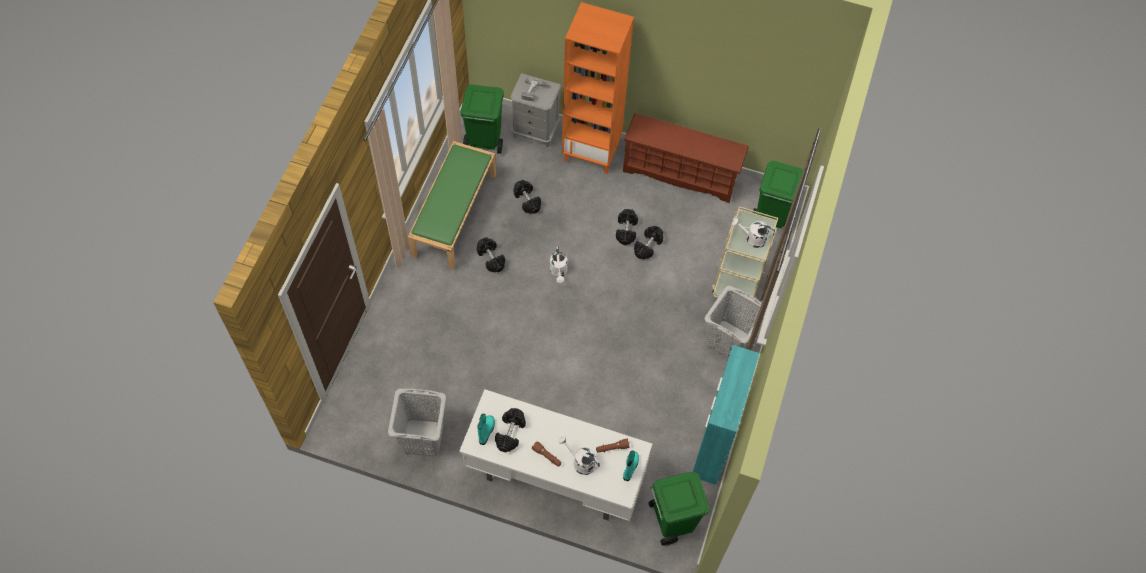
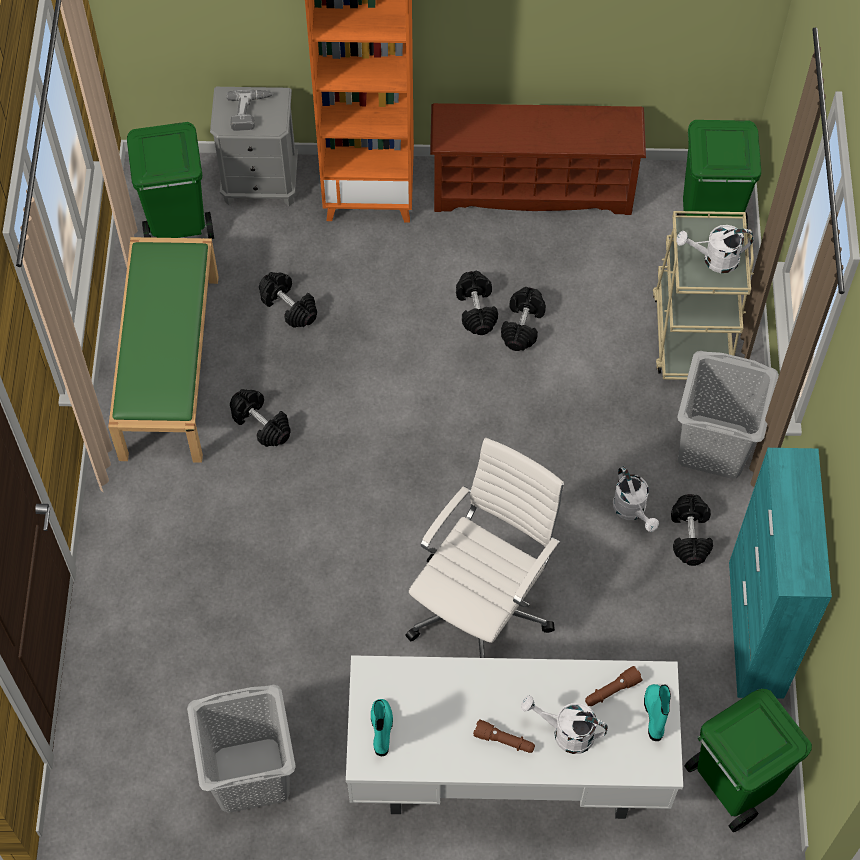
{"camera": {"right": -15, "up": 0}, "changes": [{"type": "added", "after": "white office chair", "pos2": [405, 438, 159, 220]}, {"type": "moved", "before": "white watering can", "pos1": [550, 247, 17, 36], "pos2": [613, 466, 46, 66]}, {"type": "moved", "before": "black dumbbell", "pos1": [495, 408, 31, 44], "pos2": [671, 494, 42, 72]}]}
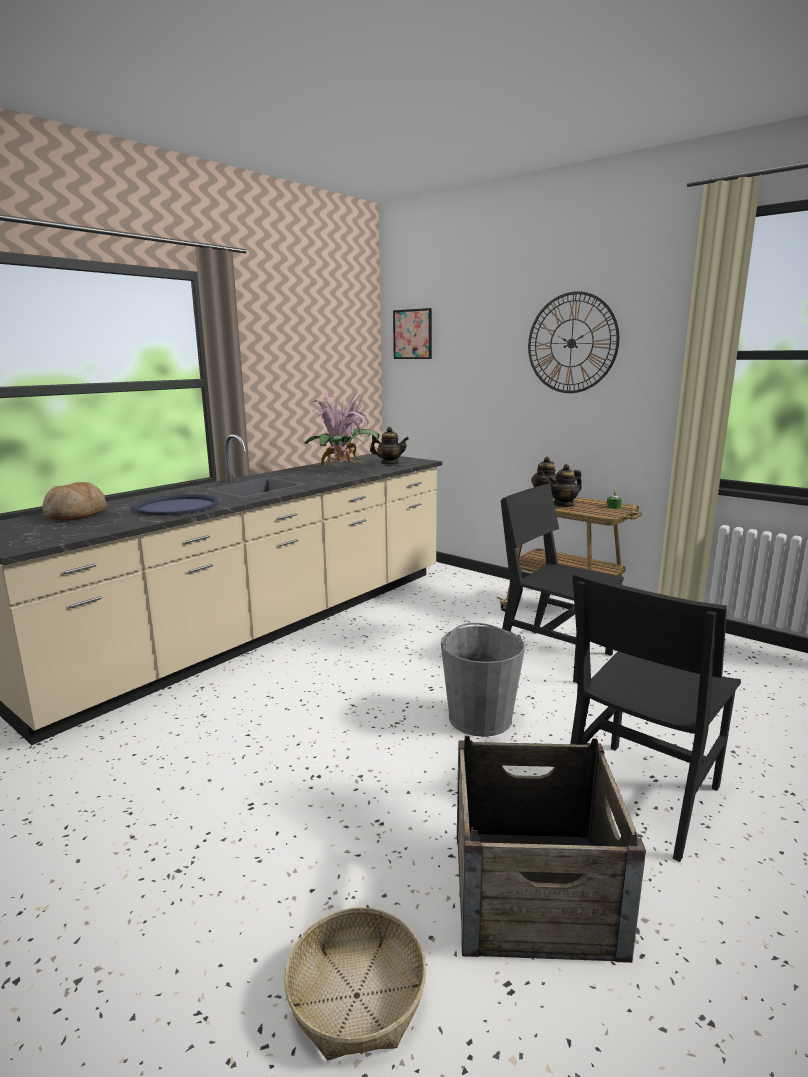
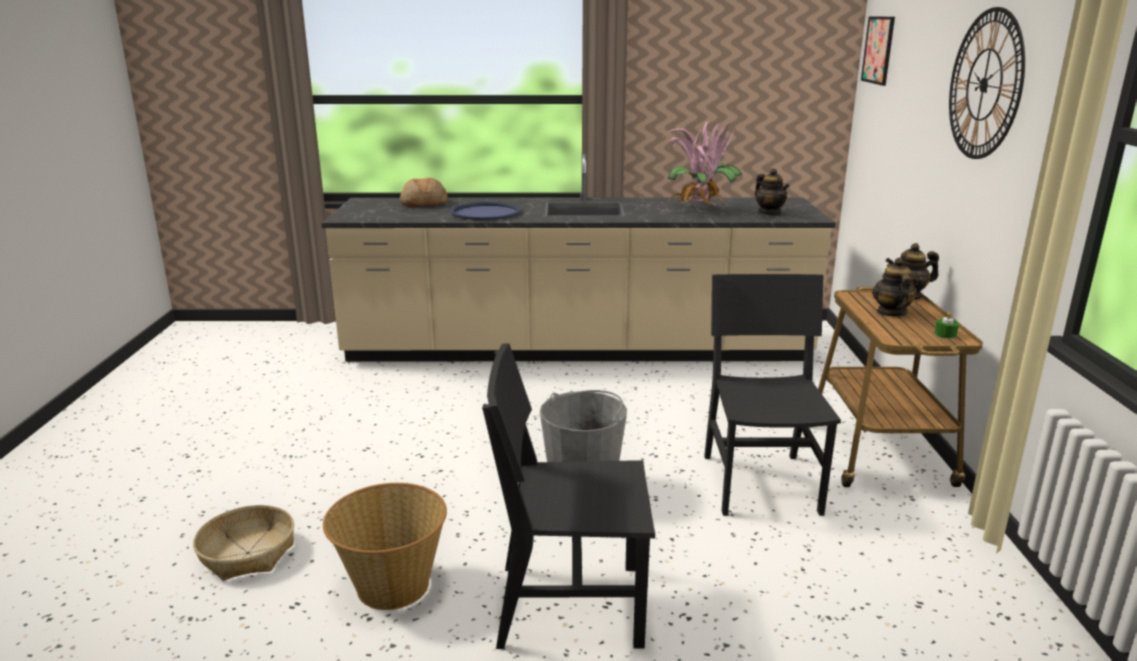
{"camera": {"right": 50, "up": 5}, "changes": [{"type": "replaced", "before": "crate", "after": "basket", "pos1": [457, 736, 189, 227], "pos2": [323, 483, 124, 127]}, {"type": "turned", "before": "teapot", "pos1": [548, 464, 34, 43], "pos2": [872, 257, 45, 60], "turn": 75}]}
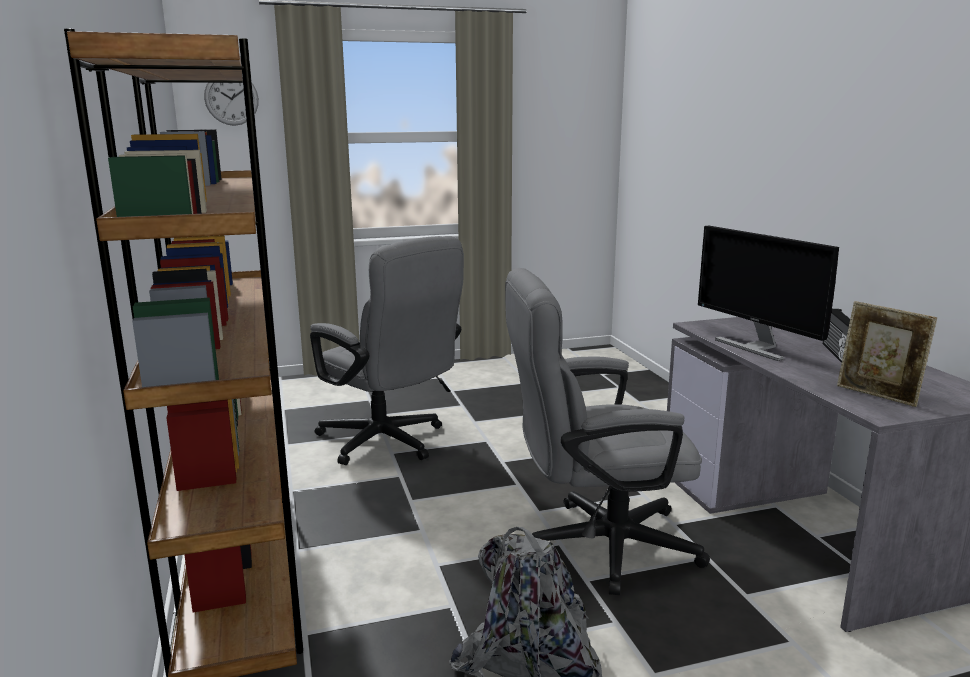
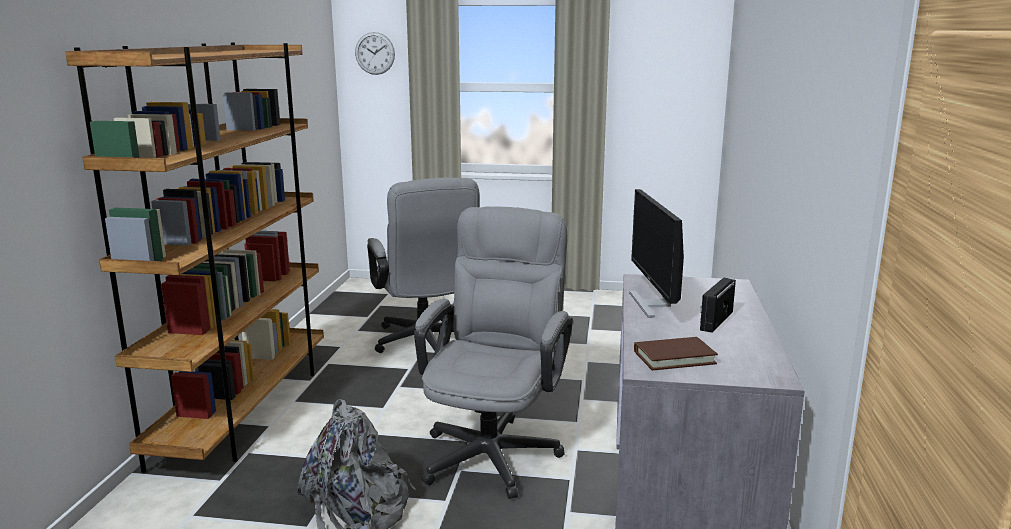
{"camera": {"right": 25, "up": 0}, "changes": [{"type": "turned", "before": "grey office chair", "pos1": [505, 268, 205, 327], "pos2": [414, 207, 159, 292], "turn": 90}, {"type": "replaced", "before": "picture frame", "after": "brown book", "pos1": [837, 301, 100, 106], "pos2": [634, 337, 84, 33]}]}
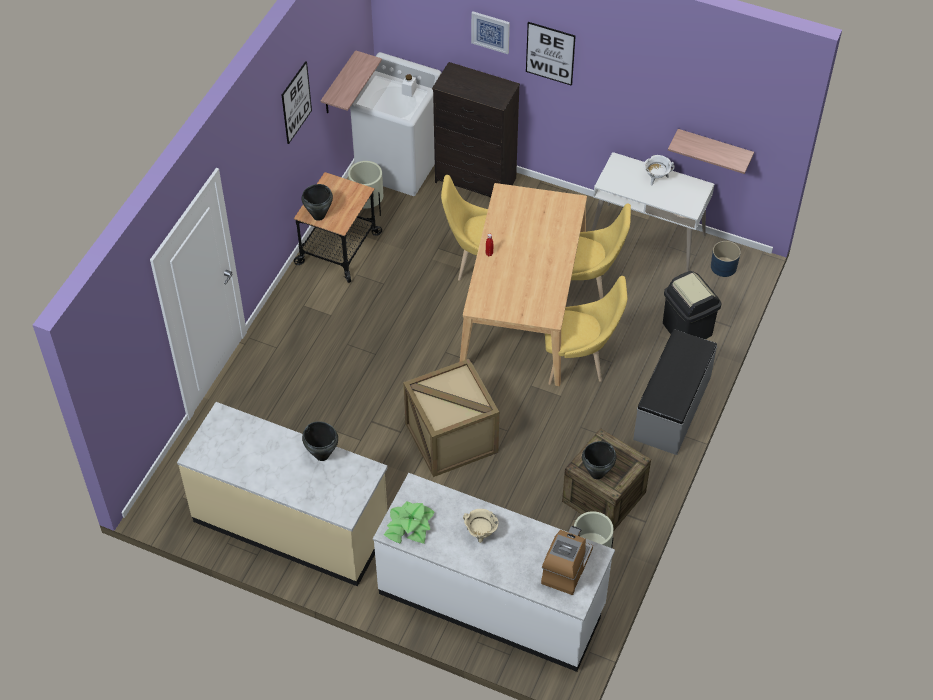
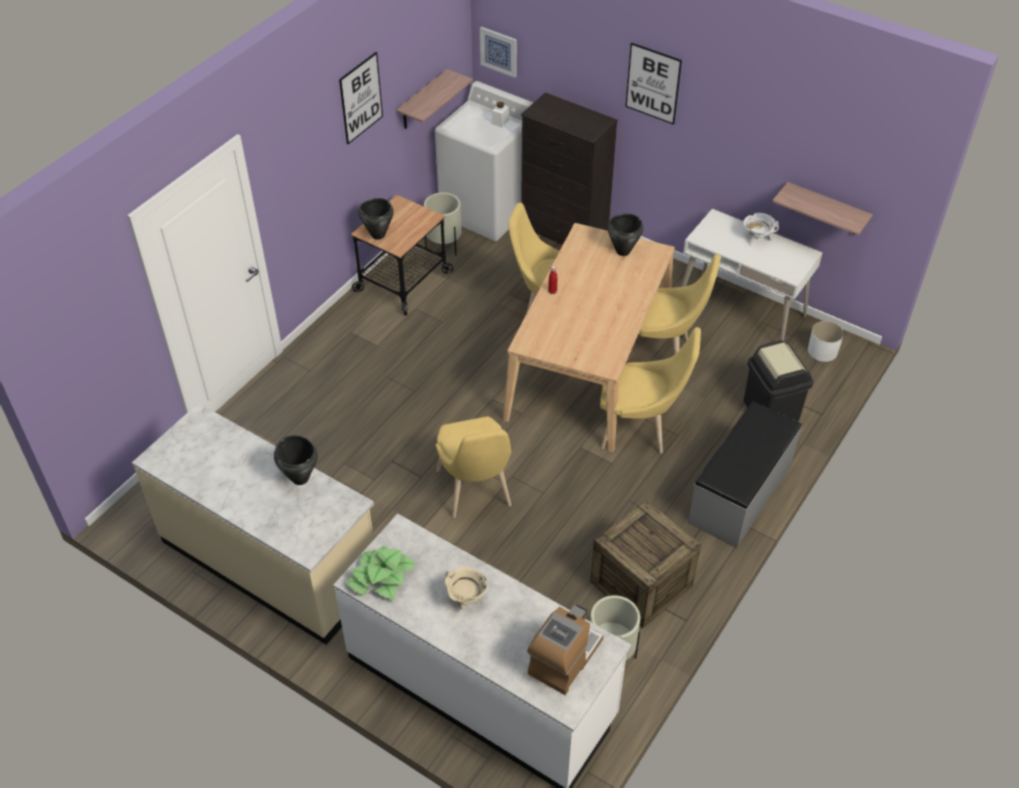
{"camera": {"right": 10, "up": -5}, "changes": [{"type": "replaced", "before": "crate", "after": "yellow chair", "pos1": [403, 359, 96, 118], "pos2": [436, 416, 75, 102]}, {"type": "moved", "before": "picture", "pos1": [471, 11, 39, 43], "pos2": [480, 27, 37, 51]}, {"type": "moved", "before": "black cooking pot", "pos1": [582, 441, 34, 38], "pos2": [607, 213, 36, 43]}, {"type": "recoloured", "before": "blue planter", "after": "white planter", "pos1": [711, 241, 30, 36], "pos2": [808, 321, 36, 41]}]}
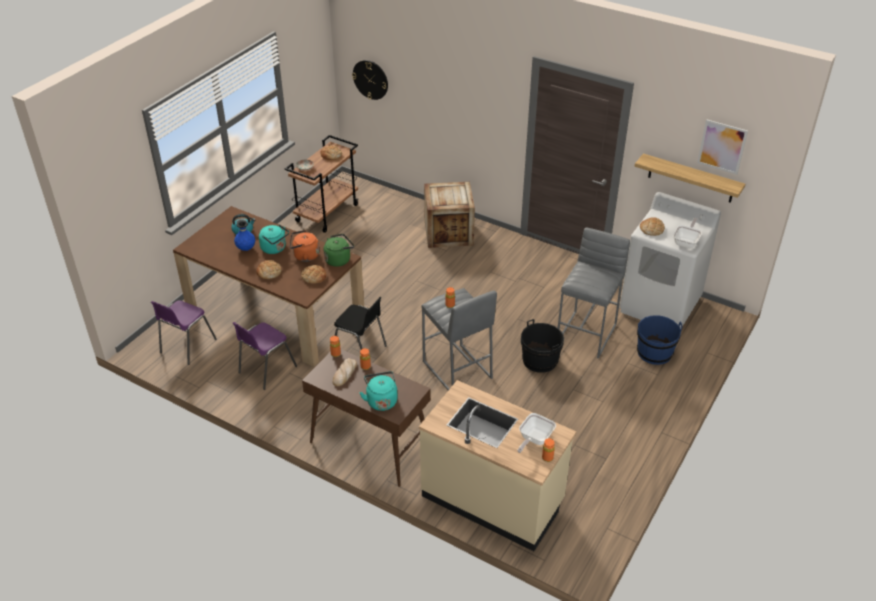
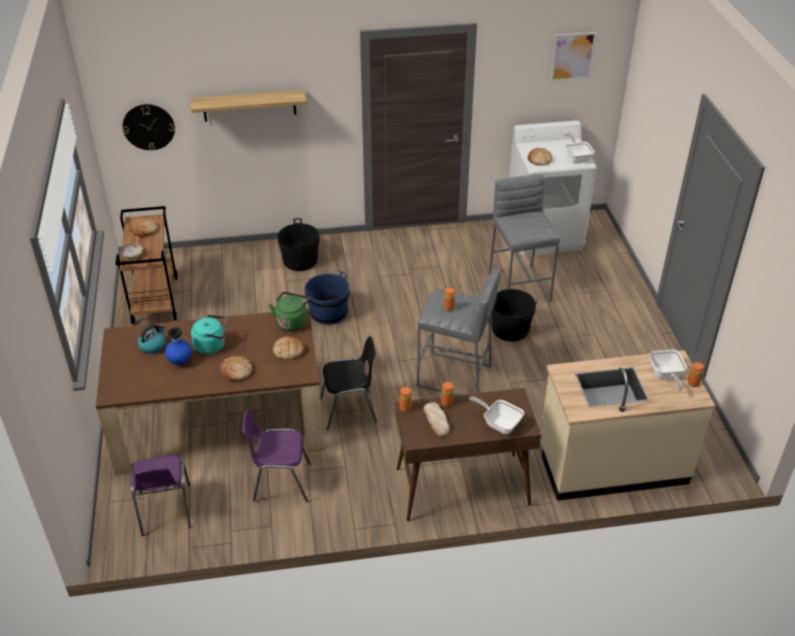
{"camera": {"right": -40, "up": 0}, "changes": [{"type": "moved", "before": "shelf", "pos1": [635, 153, 110, 50], "pos2": [191, 90, 116, 32]}, {"type": "turned", "before": "purple chair", "pos1": [233, 322, 64, 68], "pos2": [242, 411, 69, 91], "turn": 90}, {"type": "replaced", "before": "crate", "after": "black bucket", "pos1": [424, 182, 51, 66], "pos2": [277, 218, 43, 53]}, {"type": "moved", "before": "blue bucket", "pos1": [637, 315, 46, 50], "pos2": [305, 271, 45, 54]}, {"type": "replaced", "before": "turquoise kettle", "after": "frying pan", "pos1": [360, 371, 38, 40], "pos2": [469, 396, 55, 38]}, {"type": "removed", "before": "orange kettle", "pos1": [289, 230, 30, 32]}]}
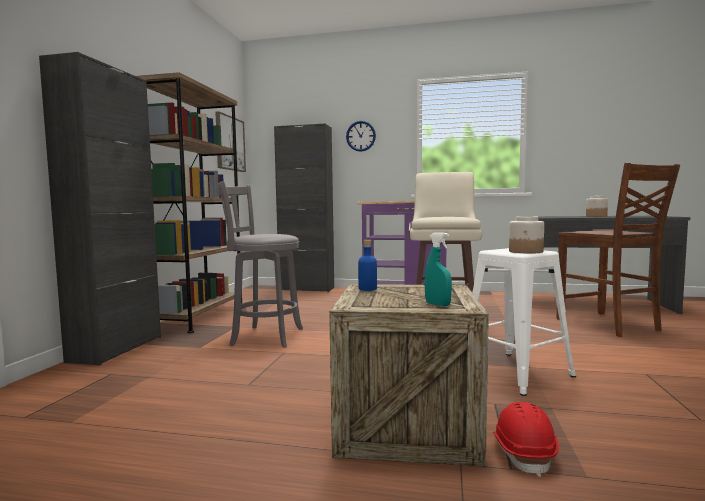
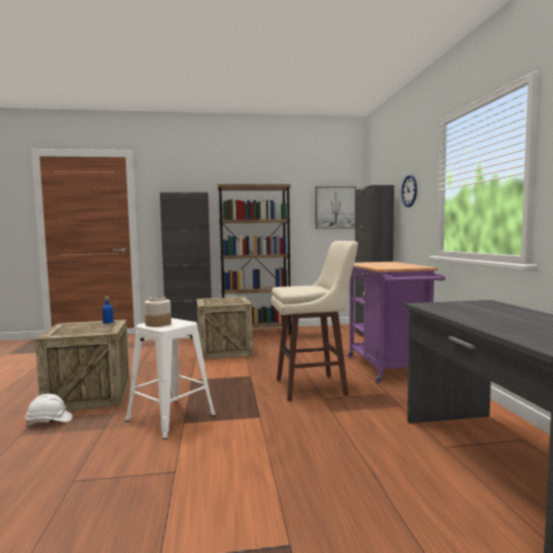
{"camera": {"right": 70, "up": 0}, "changes": [{"type": "recoloured", "before": "red hard hat", "after": "white hard hat", "pos1": [493, 402, 66, 75], "pos2": [25, 394, 47, 32]}, {"type": "replaced", "before": "grey stool", "after": "crate", "pos1": [217, 181, 86, 167], "pos2": [197, 297, 56, 62]}, {"type": "removed", "before": "turquoise spray bottle", "pos1": [424, 232, 28, 74]}, {"type": "removed", "before": "brown chair", "pos1": [556, 163, 124, 174]}, {"type": "removed", "before": "jar", "pos1": [586, 196, 22, 21]}]}
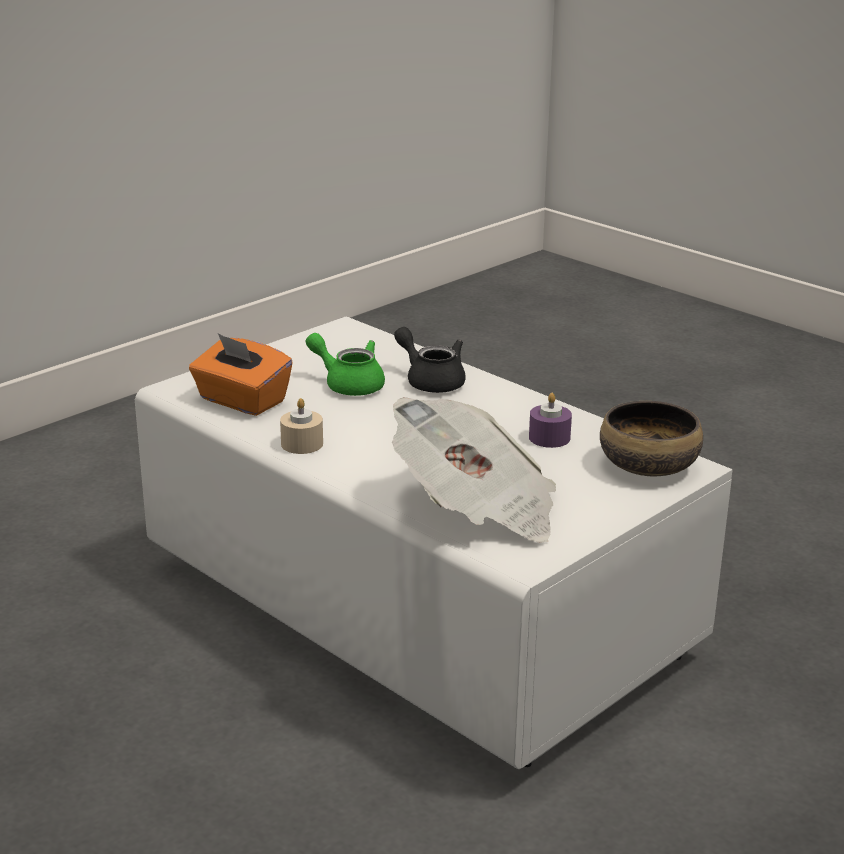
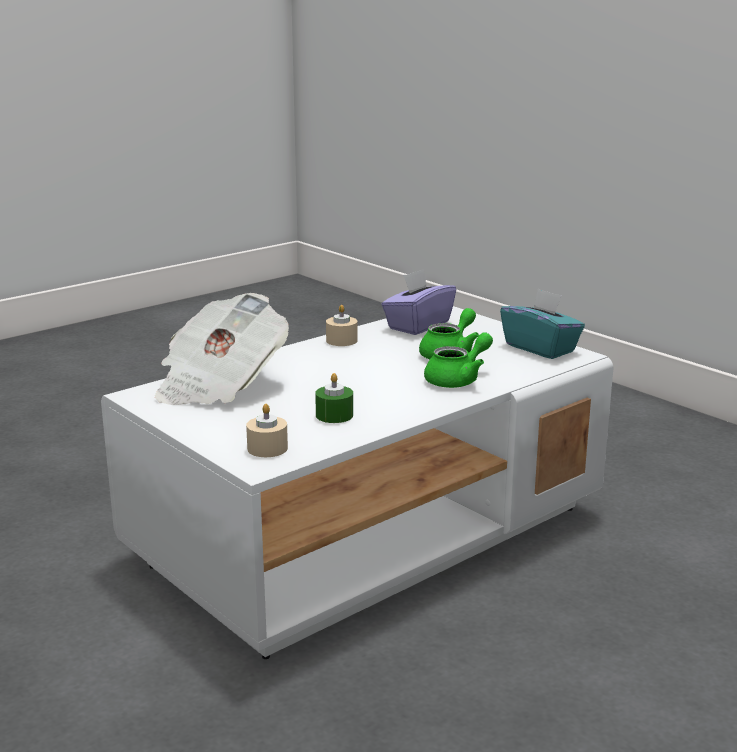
{"camera": {"right": 95, "up": -5}, "changes": [{"type": "replaced", "before": "bowl", "after": "beige candle", "pos1": [600, 401, 103, 75], "pos2": [246, 404, 42, 53]}, {"type": "recoloured", "before": "purple candle", "after": "green candle", "pos1": [529, 393, 43, 55], "pos2": [315, 373, 38, 50]}, {"type": "recoloured", "before": "orange tissue box", "after": "purple tissue box", "pos1": [189, 333, 104, 83], "pos2": [382, 269, 74, 66]}, {"type": "recoloured", "before": "black teapot", "after": "green teapot", "pos1": [394, 327, 72, 66], "pos2": [424, 332, 69, 56]}, {"type": "added", "after": "turquoise tissue box", "pos2": [500, 288, 85, 71]}]}
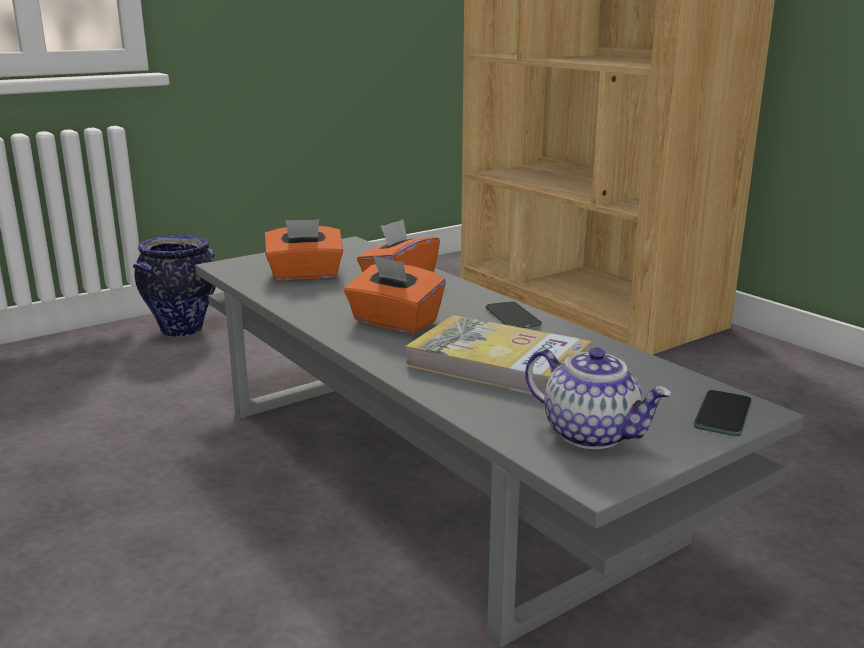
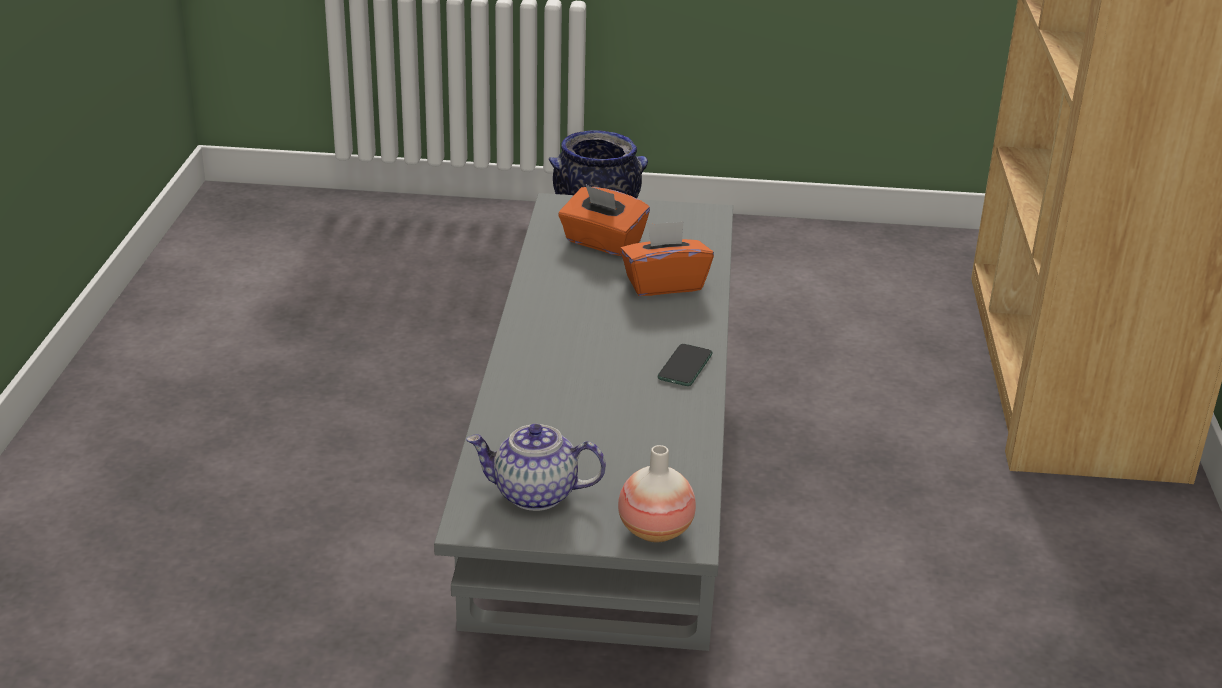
{"camera": {"right": 40, "up": 10}, "changes": [{"type": "turned", "before": "teapot", "pos1": [525, 347, 147, 102], "pos2": [466, 424, 140, 87], "turn": 105}, {"type": "replaced", "before": "phone", "after": "vase", "pos1": [694, 390, 58, 46], "pos2": [618, 445, 78, 97]}, {"type": "removed", "before": "orange tissue box", "pos1": [344, 255, 102, 79]}, {"type": "removed", "before": "book", "pos1": [405, 315, 186, 80]}]}
